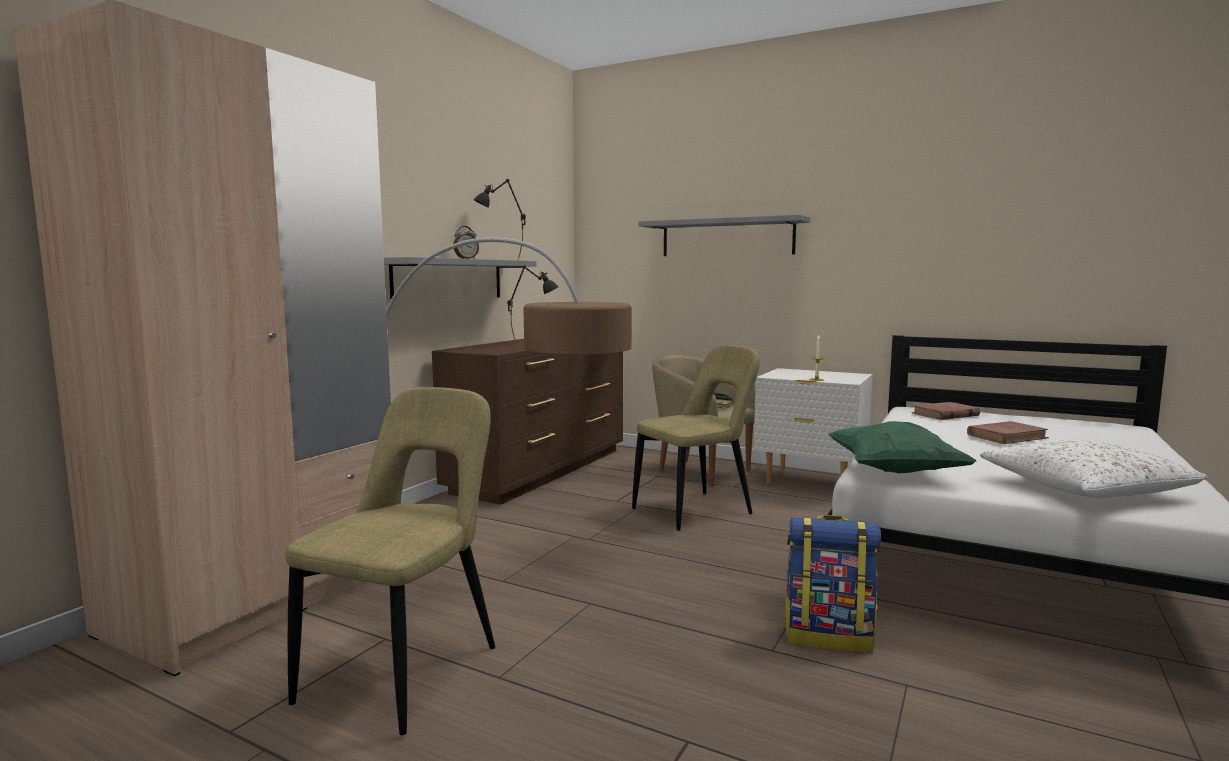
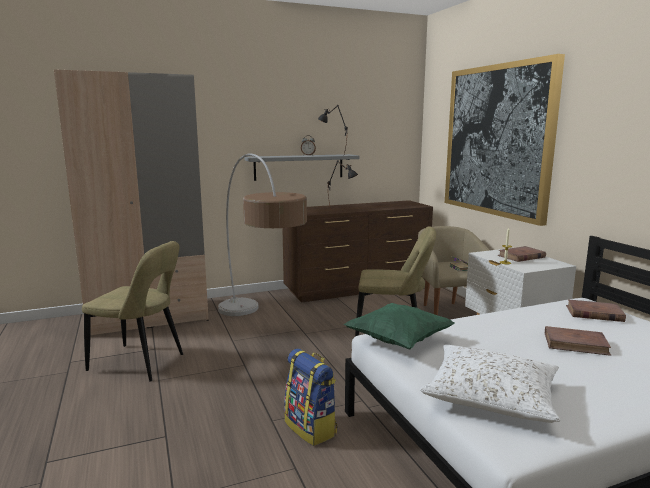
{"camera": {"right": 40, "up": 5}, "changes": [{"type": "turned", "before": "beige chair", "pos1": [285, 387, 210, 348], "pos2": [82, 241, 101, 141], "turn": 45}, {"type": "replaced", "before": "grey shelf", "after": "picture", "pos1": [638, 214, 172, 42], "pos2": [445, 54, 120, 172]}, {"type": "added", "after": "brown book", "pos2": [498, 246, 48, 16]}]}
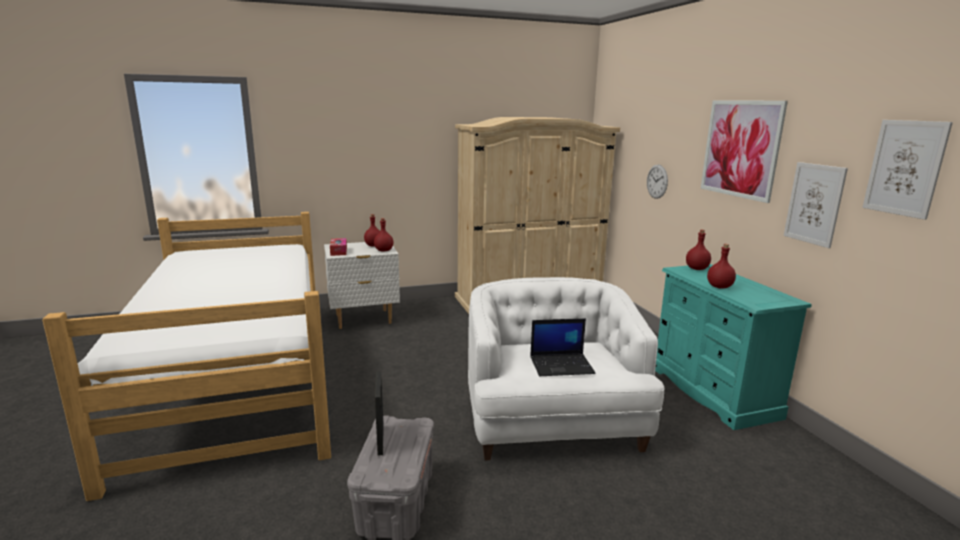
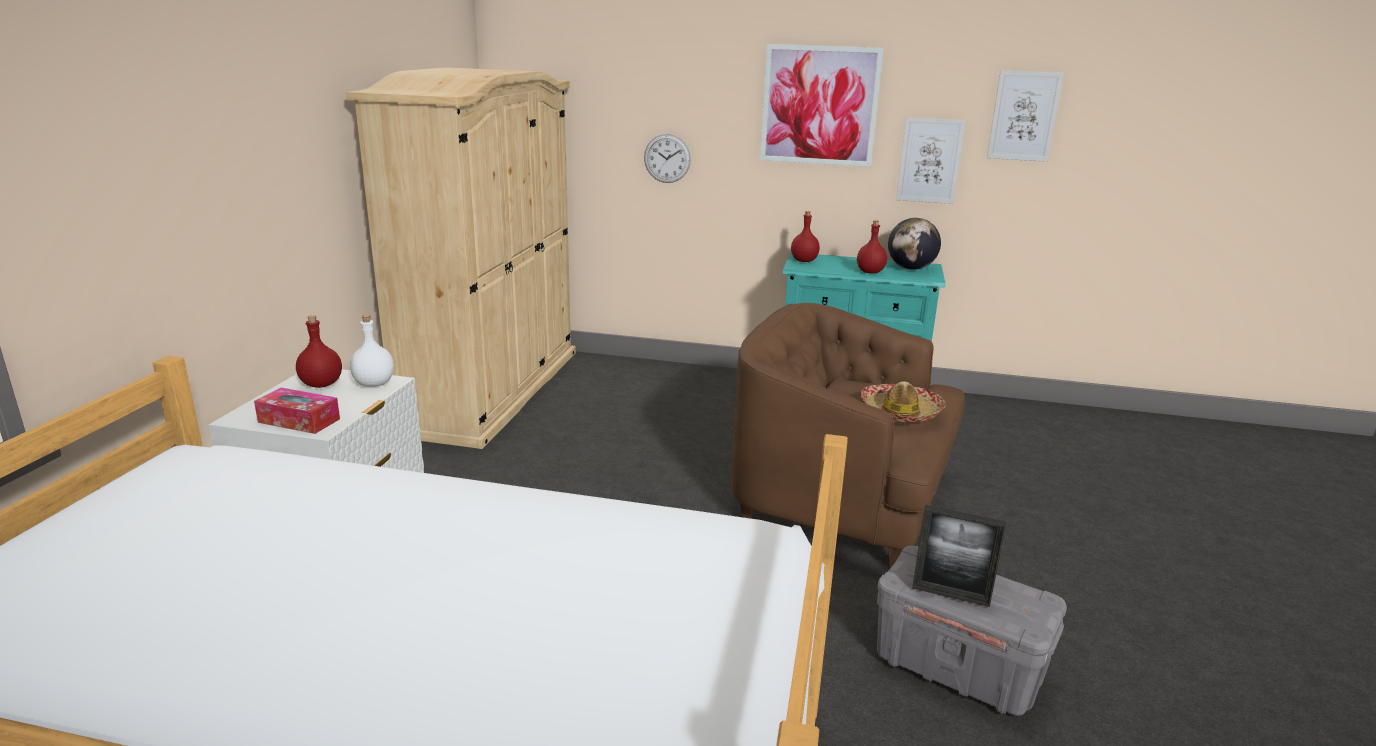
{"camera": {"right": -60, "up": 5}, "changes": [{"type": "recoloured", "before": "red bottle", "after": "white bottle", "pos1": [374, 218, 19, 34], "pos2": [350, 315, 44, 72]}, {"type": "recoloured", "before": "white armchair", "after": "brown armchair", "pos1": [468, 277, 197, 184], "pos2": [731, 303, 234, 266]}, {"type": "replaced", "before": "laptop", "after": "hat", "pos1": [530, 319, 66, 57], "pos2": [861, 381, 85, 41]}, {"type": "added", "after": "globe", "pos2": [888, 218, 53, 52]}]}
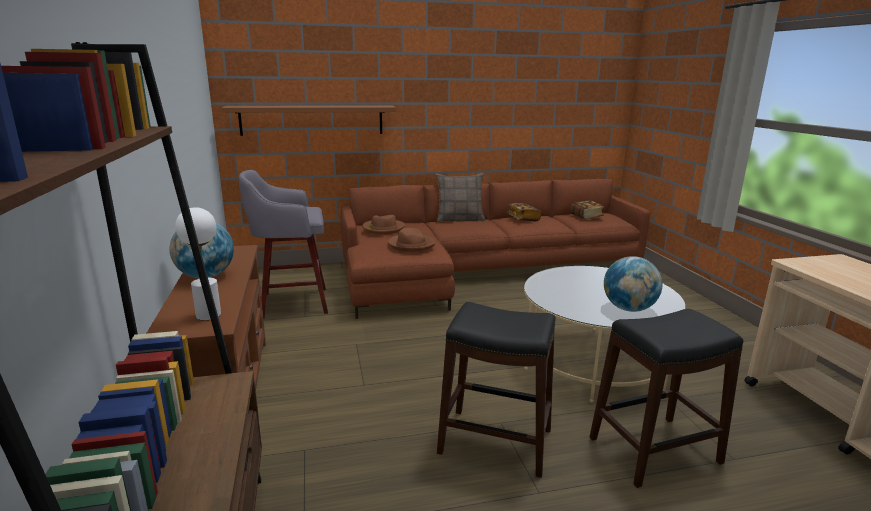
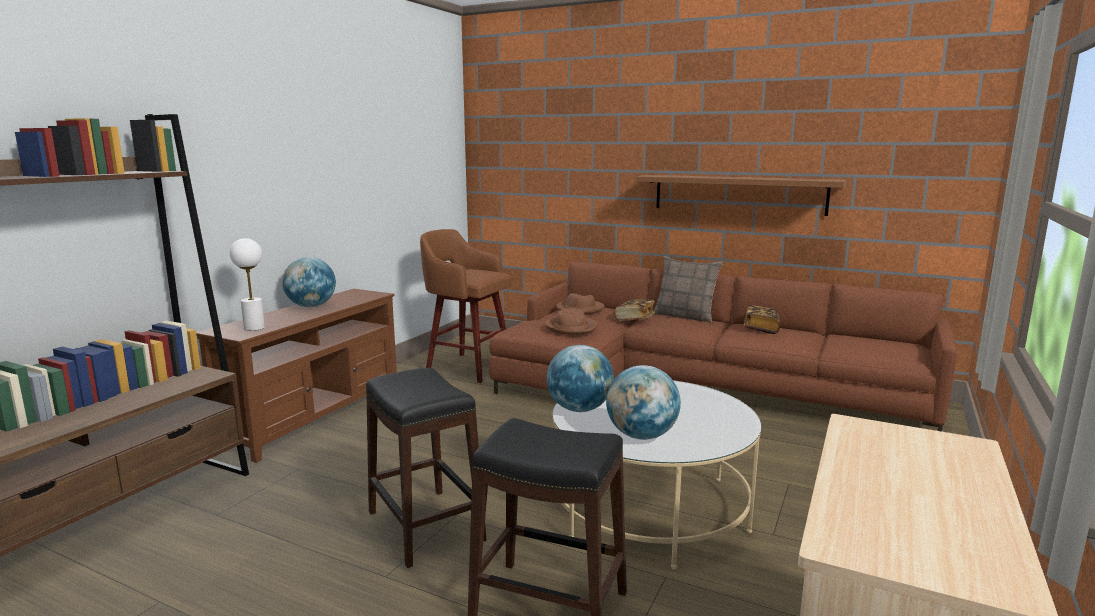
{"camera": {"right": 40, "up": -5}, "changes": [{"type": "recoloured", "before": "grey stool", "after": "brown stool", "pos1": [239, 170, 89, 149], "pos2": [420, 229, 92, 154]}, {"type": "added", "after": "globe", "pos2": [547, 345, 67, 67]}, {"type": "moved", "before": "book", "pos1": [571, 200, 33, 20], "pos2": [615, 299, 40, 22]}, {"type": "moved", "before": "brown shelf", "pos1": [222, 105, 174, 31], "pos2": [636, 175, 210, 41]}]}
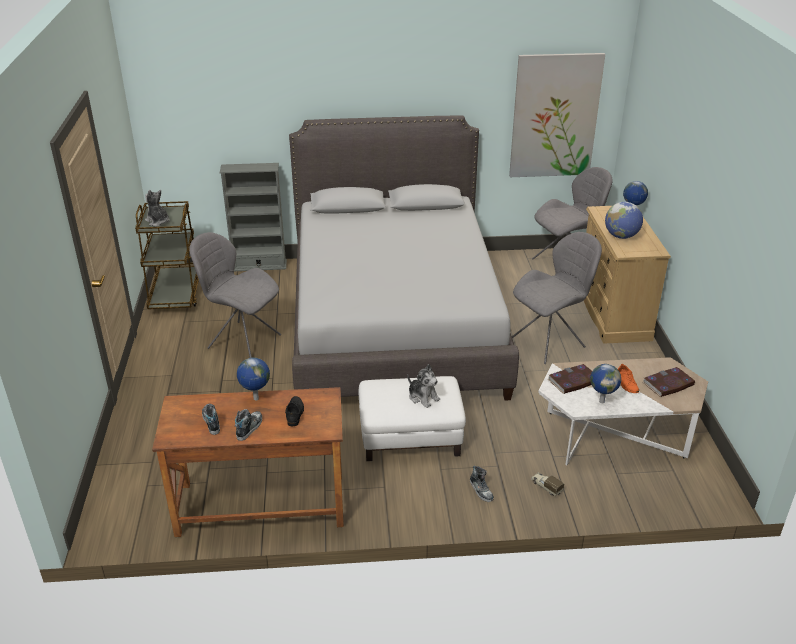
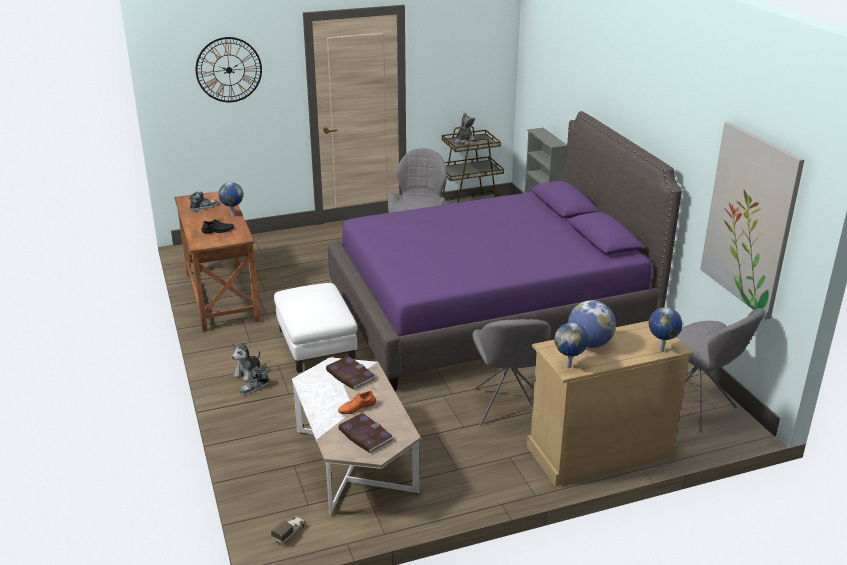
{"camera": {"right": 75, "up": -5}, "changes": [{"type": "added", "after": "wall clock", "pos2": [196, 37, 66, 65]}, {"type": "moved", "before": "plush toy", "pos1": [407, 364, 33, 44], "pos2": [232, 342, 29, 40]}, {"type": "moved", "before": "toy truck", "pos1": [531, 472, 33, 24], "pos2": [271, 516, 34, 28]}, {"type": "recoloured", "before": "grey bed", "after": "purple bed", "pos1": [289, 115, 230, 286], "pos2": [328, 111, 354, 280]}, {"type": "turned", "before": "grey chair", "pos1": [512, 232, 90, 132], "pos2": [473, 319, 78, 106], "turn": 45}, {"type": "moved", "before": "globe", "pos1": [590, 364, 31, 39], "pos2": [554, 323, 34, 45]}, {"type": "removed", "before": "shoe", "pos1": [235, 409, 27, 32]}]}
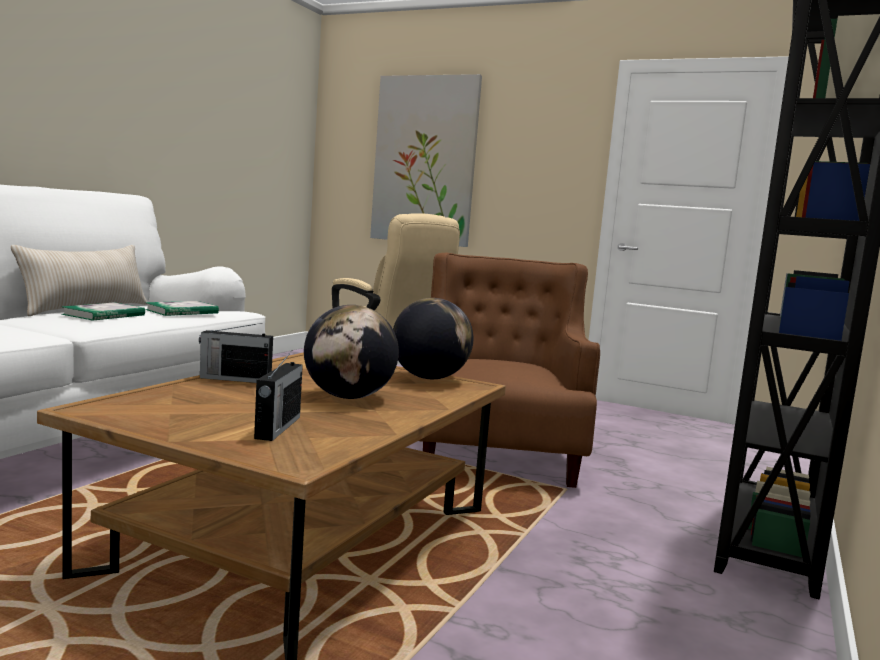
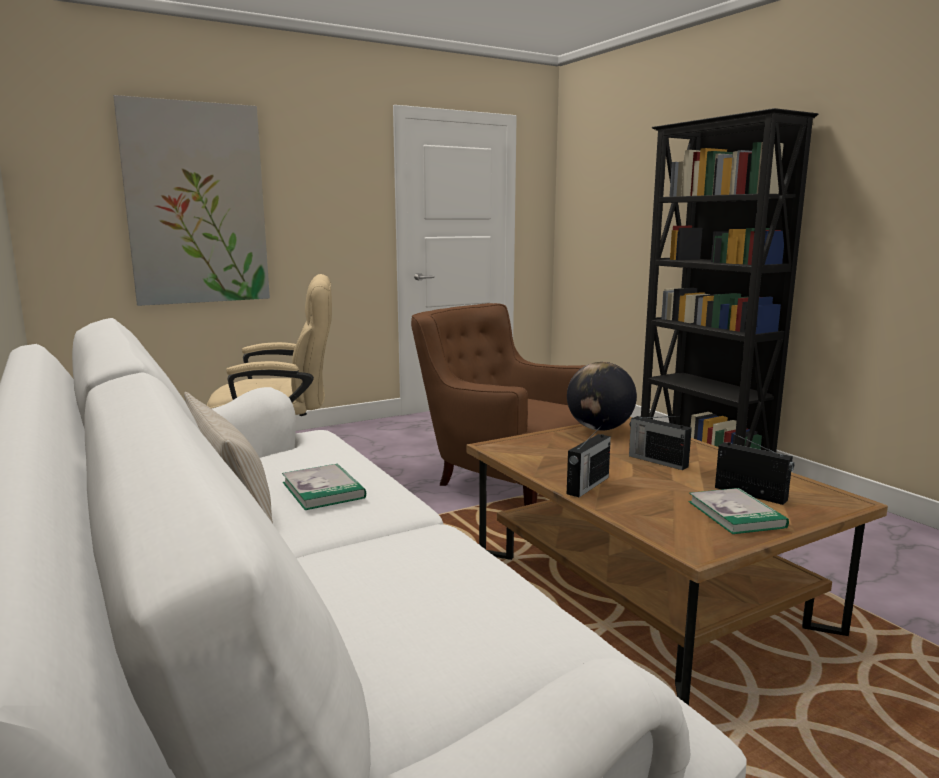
{"camera": {"right": -55, "up": 5}, "changes": [{"type": "replaced", "before": "globe", "after": "radio", "pos1": [304, 305, 95, 94], "pos2": [629, 416, 63, 54]}, {"type": "moved", "before": "book", "pos1": [145, 301, 74, 15], "pos2": [688, 488, 101, 46]}]}
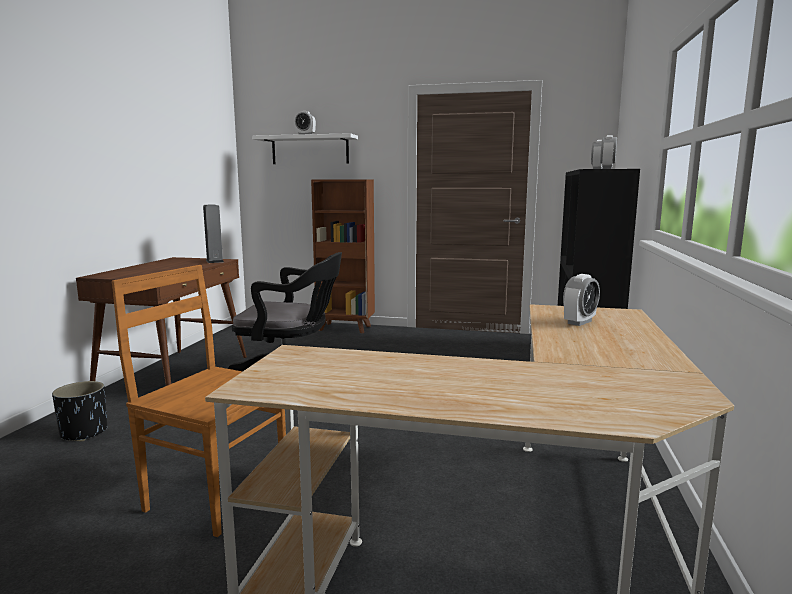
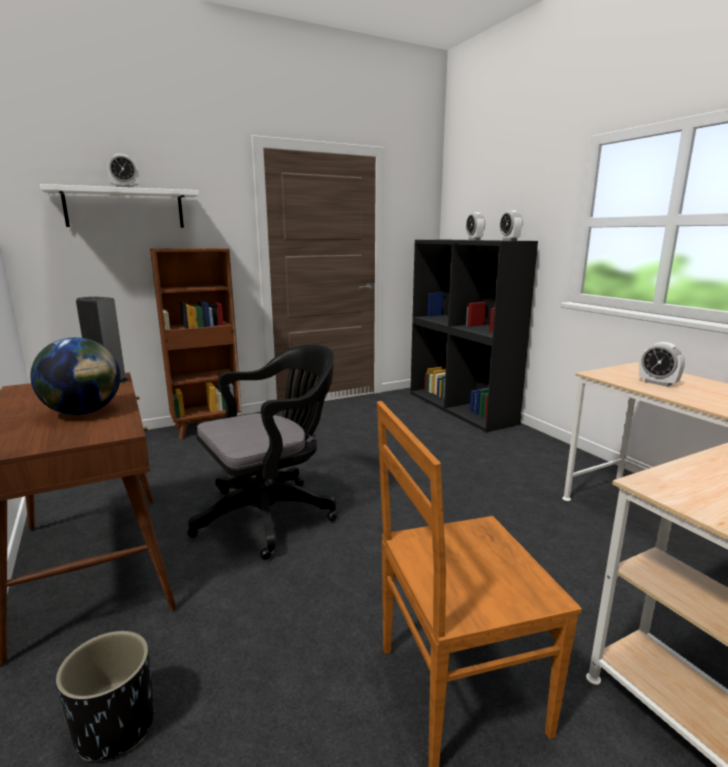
{"camera": {"right": -40, "up": 5}, "changes": [{"type": "added", "after": "globe", "pos2": [30, 337, 90, 78]}, {"type": "turned", "before": "alarm clock", "pos1": [563, 274, 37, 52], "pos2": [639, 342, 46, 45], "turn": 135}]}
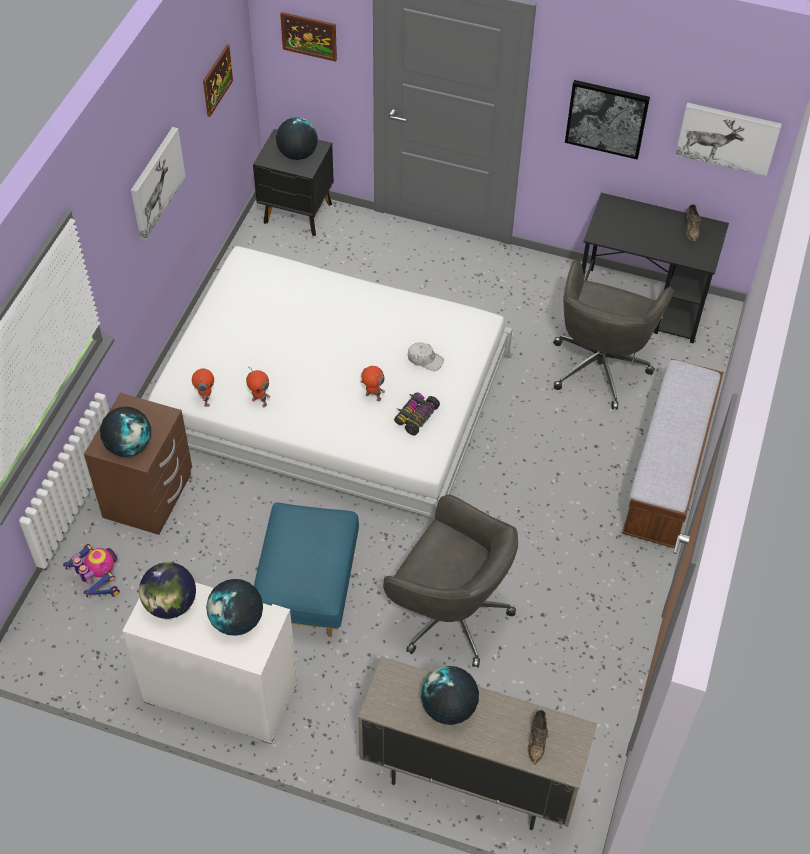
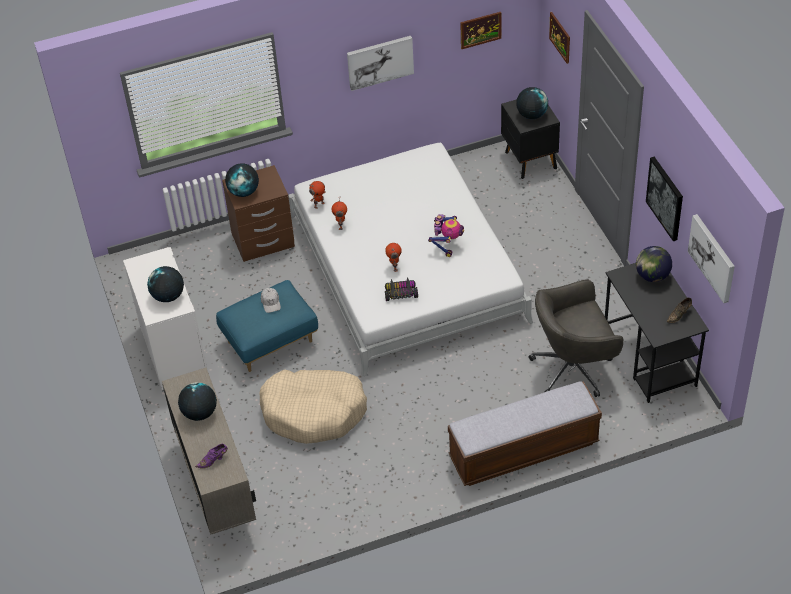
{"camera": {"right": 55, "up": -5}, "changes": [{"type": "recoloured", "before": "brown shoe", "after": "purple shoe", "pos1": [528, 710, 20, 55], "pos2": [195, 444, 33, 25]}, {"type": "replaced", "before": "grey office chair", "after": "beige dog bed", "pos1": [383, 494, 135, 174], "pos2": [260, 369, 107, 75]}, {"type": "moved", "before": "white cap", "pos1": [408, 342, 36, 29], "pos2": [261, 288, 20, 25]}, {"type": "moved", "before": "toy robot", "pos1": [63, 544, 57, 53], "pos2": [428, 214, 36, 43]}, {"type": "moved", "before": "globe", "pos1": [139, 562, 57, 57], "pos2": [636, 246, 36, 36]}]}
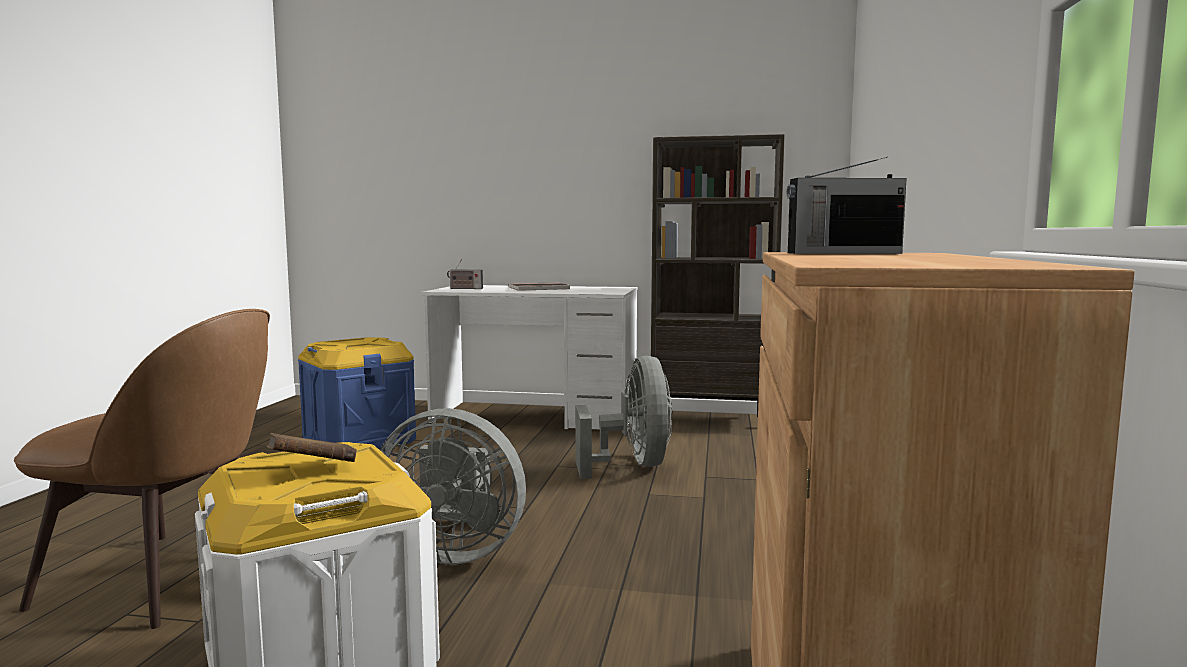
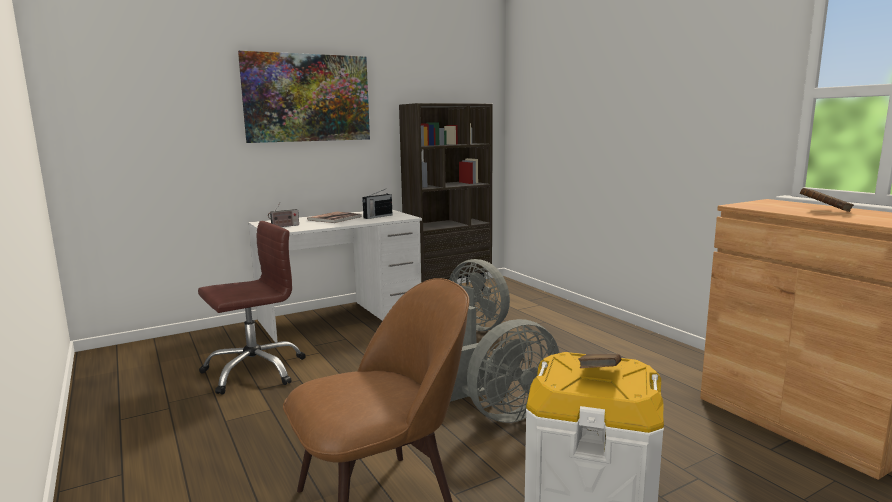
{"camera": {"right": -40, "up": 5}, "changes": [{"type": "replaced", "before": "blue storage box", "after": "brown office chair", "pos1": [298, 337, 118, 112], "pos2": [198, 221, 108, 174]}, {"type": "added", "after": "picture", "pos2": [238, 51, 132, 92]}, {"type": "moved", "before": "radio", "pos1": [787, 157, 119, 97], "pos2": [362, 189, 30, 30]}, {"type": "added", "after": "brown book", "pos2": [800, 188, 54, 24]}]}
